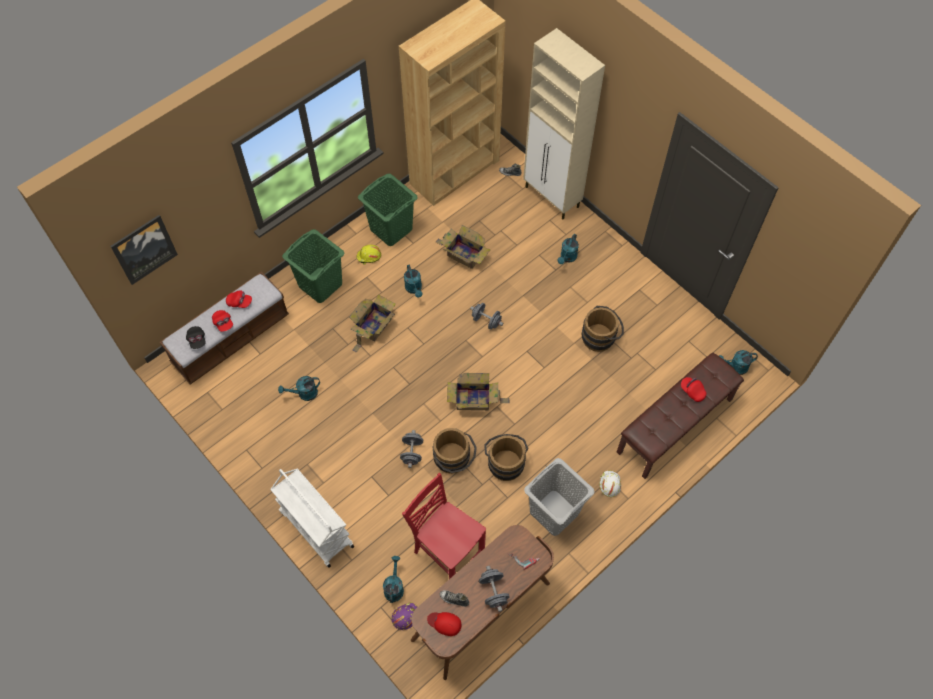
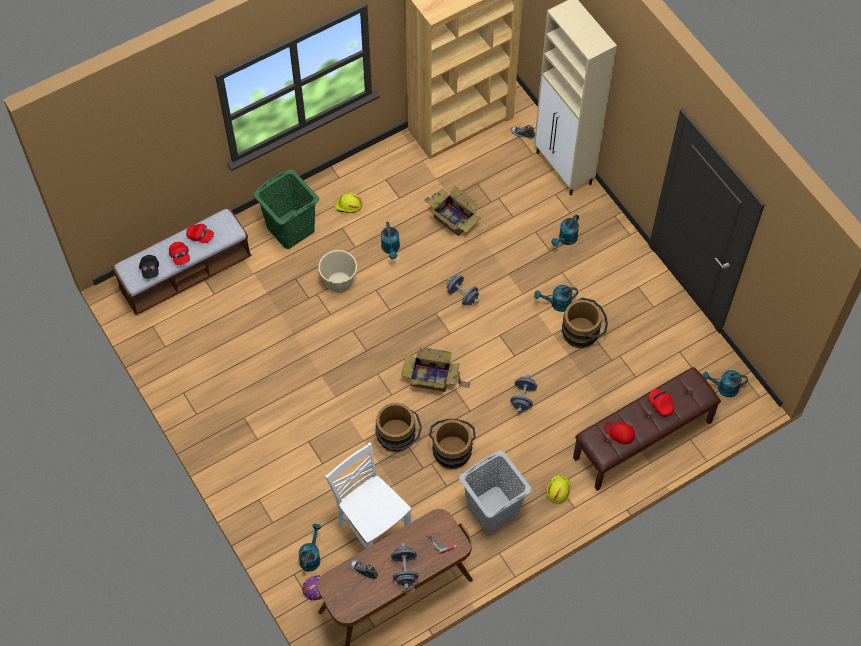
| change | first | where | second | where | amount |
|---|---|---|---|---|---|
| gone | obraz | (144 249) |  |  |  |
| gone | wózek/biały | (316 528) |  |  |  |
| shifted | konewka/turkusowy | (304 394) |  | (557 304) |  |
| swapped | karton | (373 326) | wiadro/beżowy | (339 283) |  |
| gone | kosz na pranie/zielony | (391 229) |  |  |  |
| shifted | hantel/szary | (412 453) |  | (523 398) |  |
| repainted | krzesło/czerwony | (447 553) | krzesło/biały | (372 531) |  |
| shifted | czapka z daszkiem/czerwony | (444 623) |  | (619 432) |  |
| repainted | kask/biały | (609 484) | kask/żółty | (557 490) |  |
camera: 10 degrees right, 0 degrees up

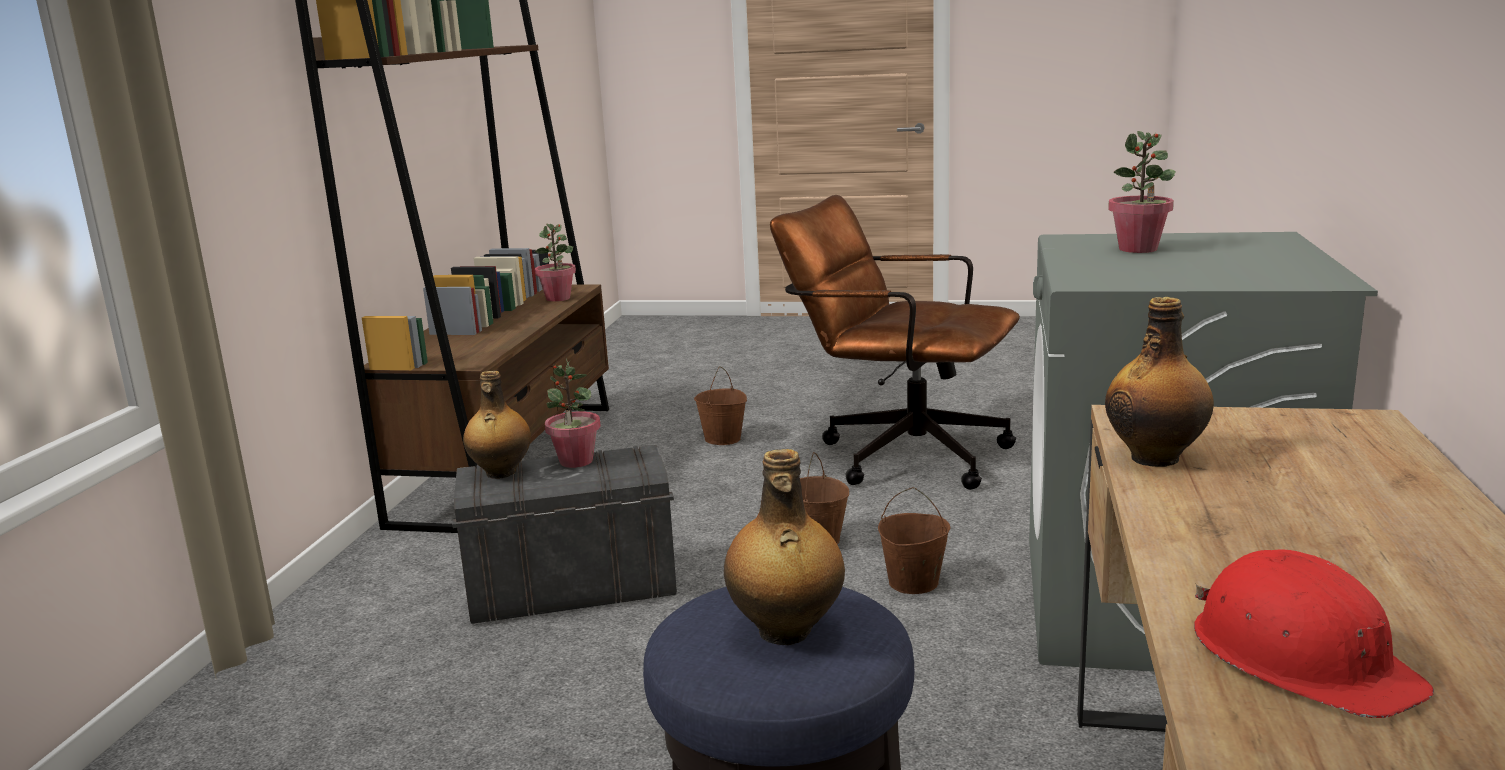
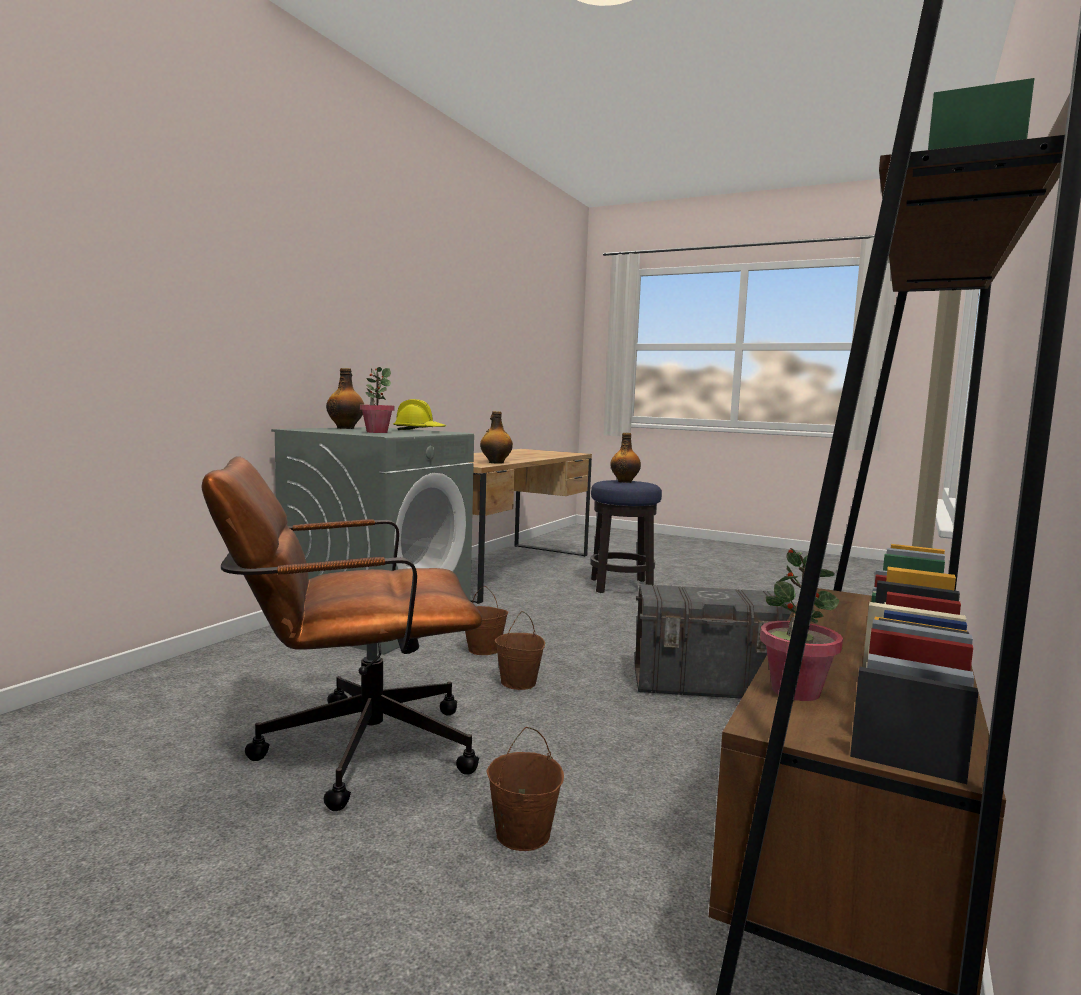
| change | first | where | second | where | amount |
|---|---|---|---|---|---|
| shifted | butelka | (500 473) |  | (346 428) |  |
| gone | roślina doniczkowa | (576 461) |  |  |  |
| rotated | krzesło biurowe/brązowy | (898 454) |  | (348 750) | 120 degrees clockwise |
| gone | kask/czerwony | (1301 657) |  |  |  |
| new |  |  | kask/żółty | (419 430) |  |
camera: 165 degrees left, 10 degrees down

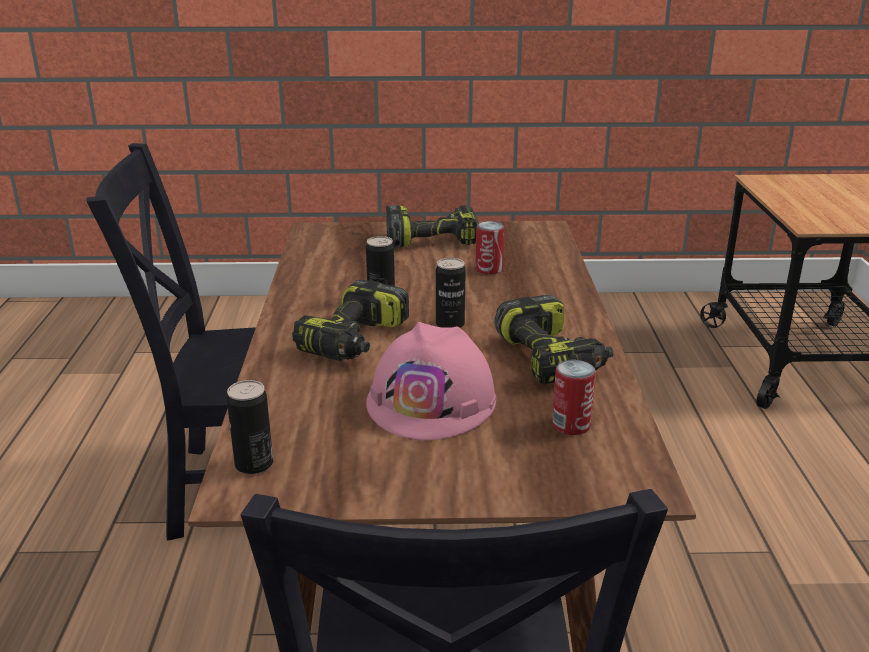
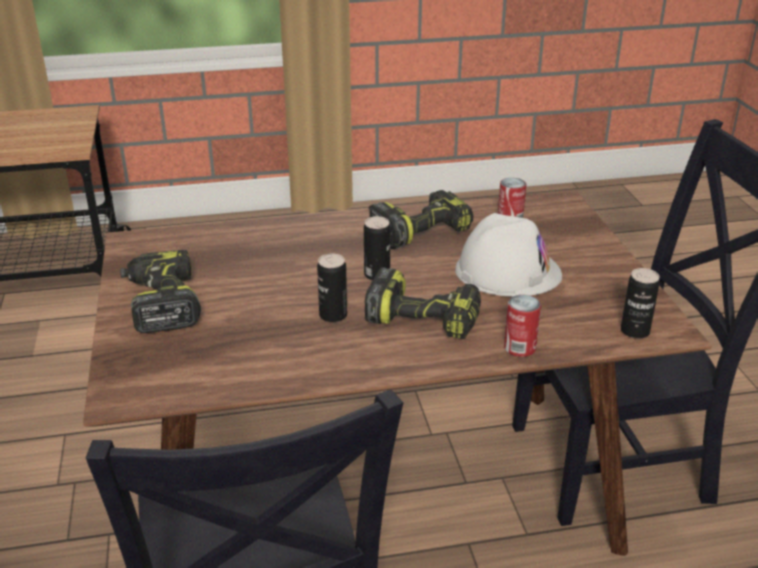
| change | first | where | second | where | amount |
|---|---|---|---|---|---|
| repainted | kask/różowy | (432 401) | kask/biały | (507 271) |  |
| shifted | puszka | (489 269) |  | (519 348) |  |
camera: 100 degrees left, 5 degrees up

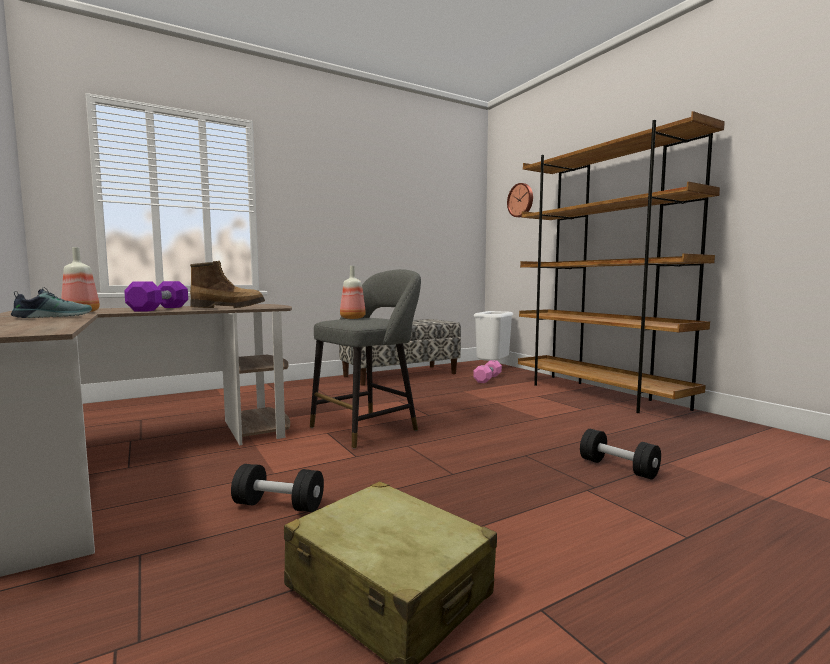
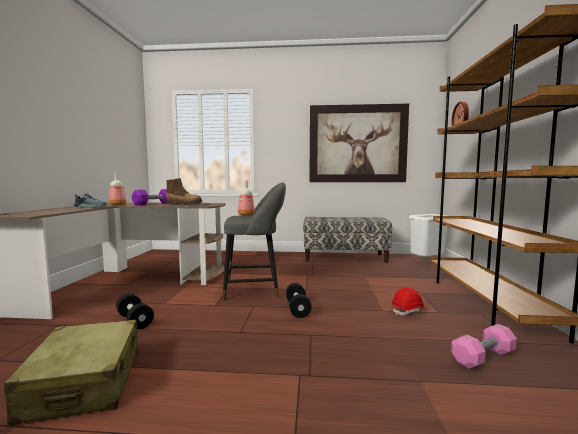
| change | first | where | second | where | amount |
|---|---|---|---|---|---|
| shifted | hantel/różowy | (487 379) |  | (483 357) |  |
| shifted | hantel/czarny | (618 468) |  | (297 309) |  |
| new |  |  | obraz | (357 144) |  |
| new |  |  | kask/czerwony | (408 311) |  |
camera: 35 degrees right, 0 degrees up

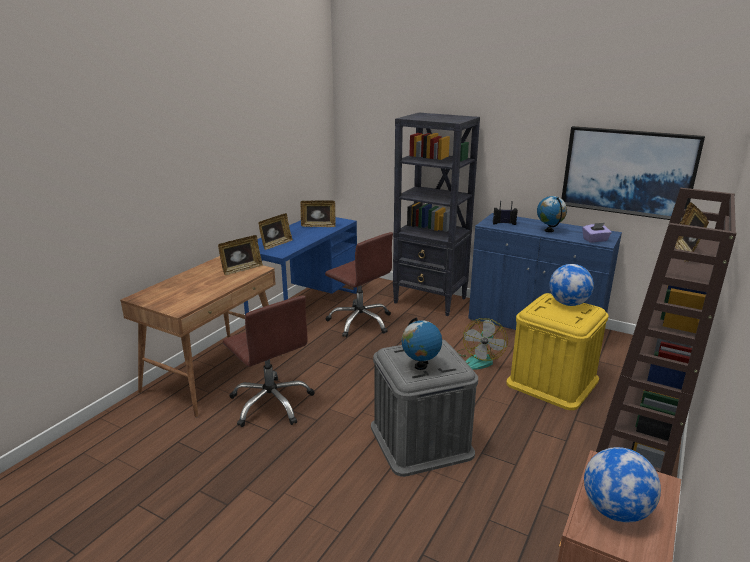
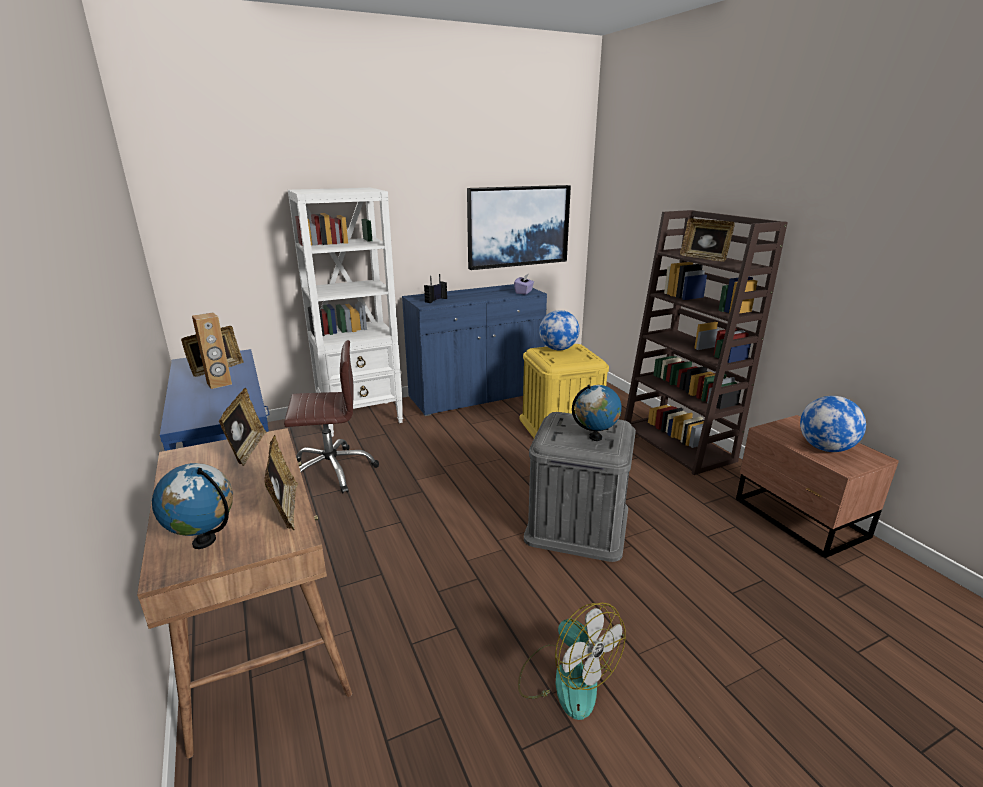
| change | first | where | second | where | amount |
|---|---|---|---|---|---|
| gone | krzesło biurowe/brązowy | (271 403) |  |  |  |
| shifted | ramka na zdjęcie | (276 244) |  | (286 509) |  |
| repainted | regał/czarny | (430 301) | regał/biały | (361 418) |  |
| shifted | wentylator | (479 359) |  | (566 679) |  |
| shifted | globus | (549 230) |  | (205 541) |  |
| new |  |  | głośnik/brązowy | (219 384) |  |
camera: 55 degrees left, 0 degrees up

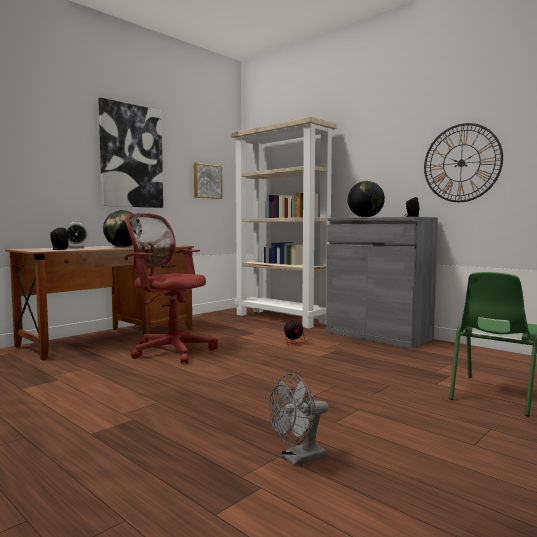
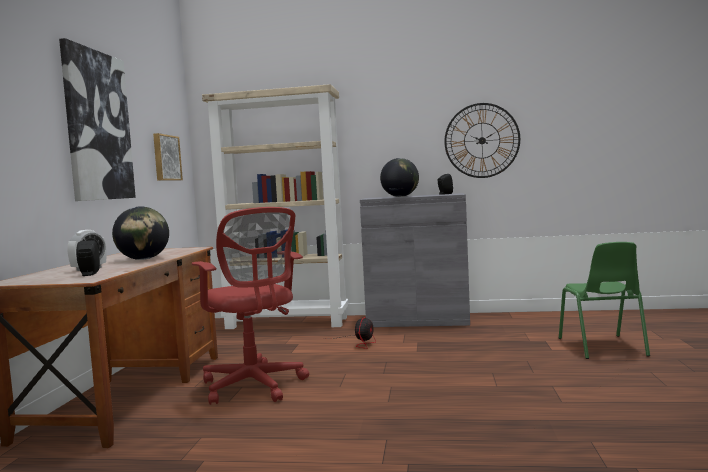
| change | first | where | second | where | amount |
|---|---|---|---|---|---|
| rotated | krzesło biurowe/czerwony | (170 350) |  | (254 387) | 120 degrees counterclockwise |
| gone | wentylator/szary | (298 459) |  |  |  |
camera: 35 degrees left, 0 degrees up

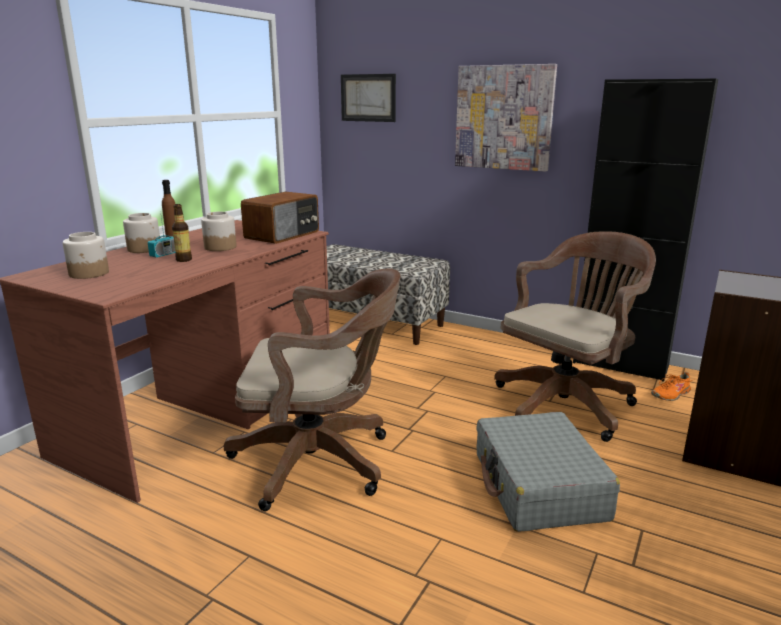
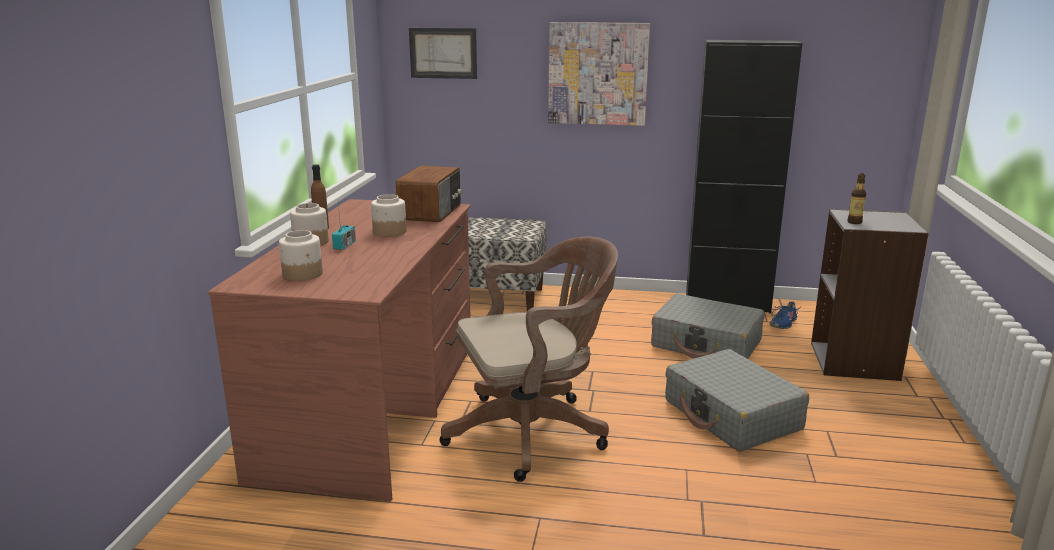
| change | first | where | second | where | amount |
|---|---|---|---|---|---|
| shifted | butelka | (184 260) |  | (854 222) |  |
| swapped | krzesło biurowe/brązowy | (567 403) | walizka/szary | (706 344) |  |
| repainted | but/pomarańczowy | (670 394) | but/niebieski | (782 323) |  |
camera: 20 degrees left, 0 degrees up

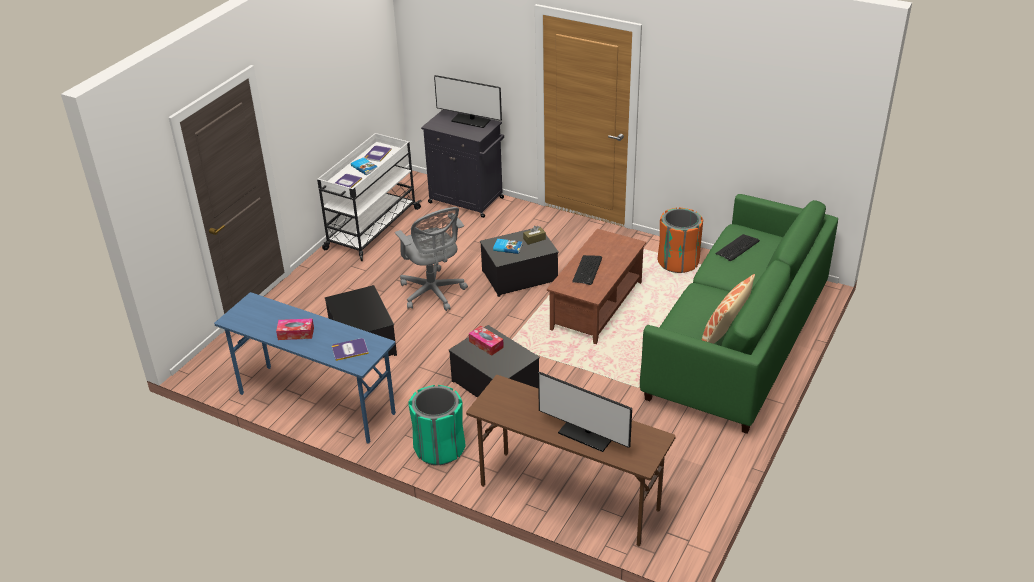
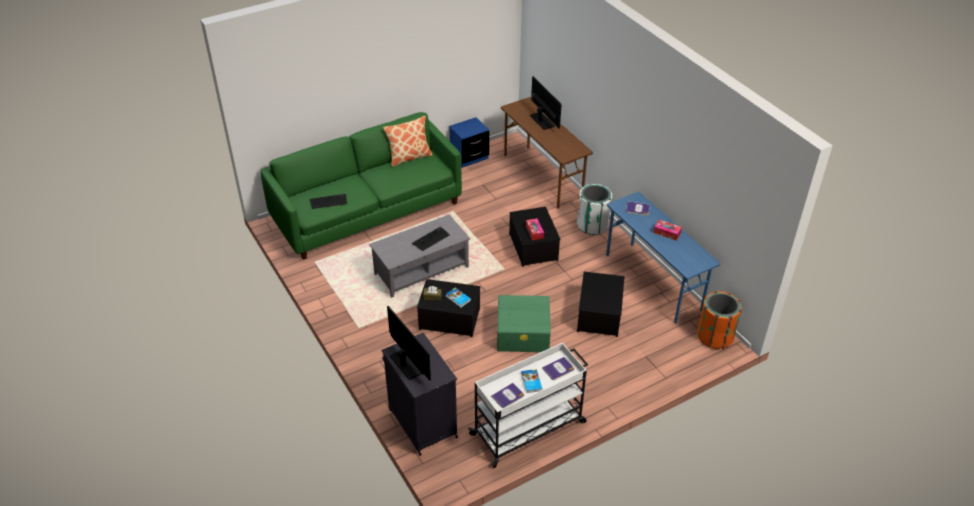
| change | first | where | second | where | amount |
|---|---|---|---|---|---|
| swapped | krzesło biurowe/szary | (433 293) | pojemnik do przechowywania/zielony | (523 332) |  |
| repainted | kosz na śmieci/zielony | (439 448) | kosz na śmieci/biały | (592 225) |  |
| repainted | ława/brązowy | (597 306) | ława/szary | (421 270) |  |
| shifted | kosz na śmieci/pomarańczowy | (678 262) |  | (714 336) |  |
| new |  |  | szafka nocna/niebieski | (469 157) |  |
camera: 150 degrees left, 5 degrees up

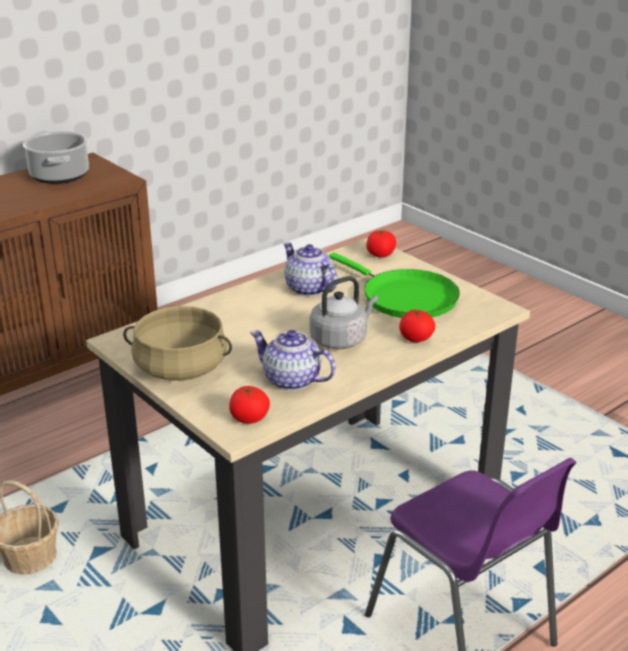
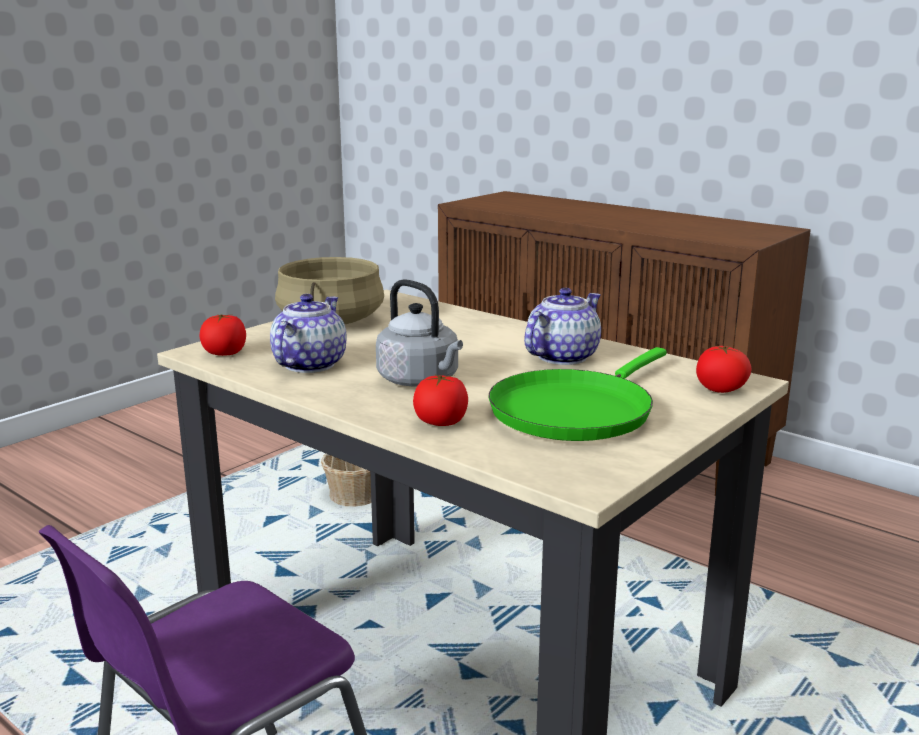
| change | first | where | second | where | amount |
|---|---|---|---|---|---|
| gone | garnek | (60 176) |  |  |  |
camera: 80 degrees right, 10 degrees down

